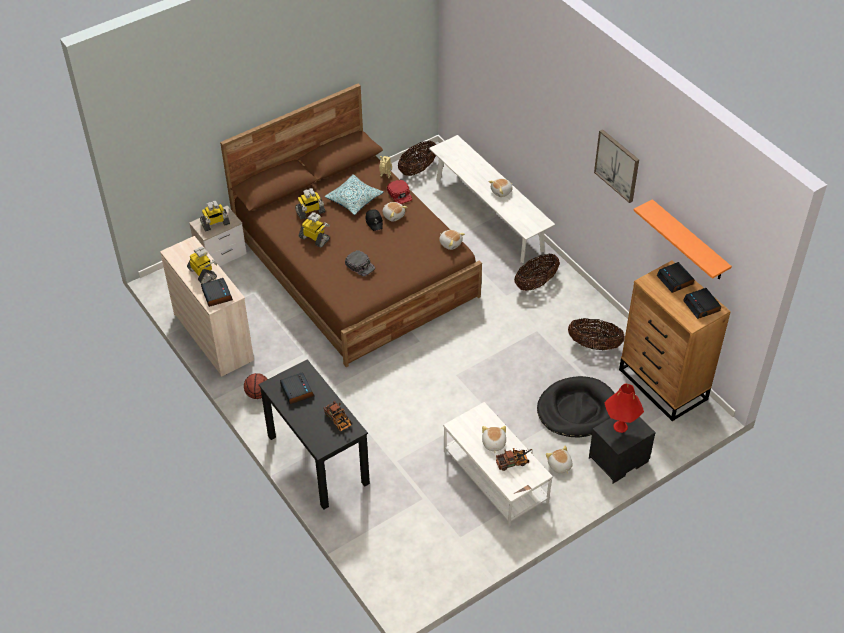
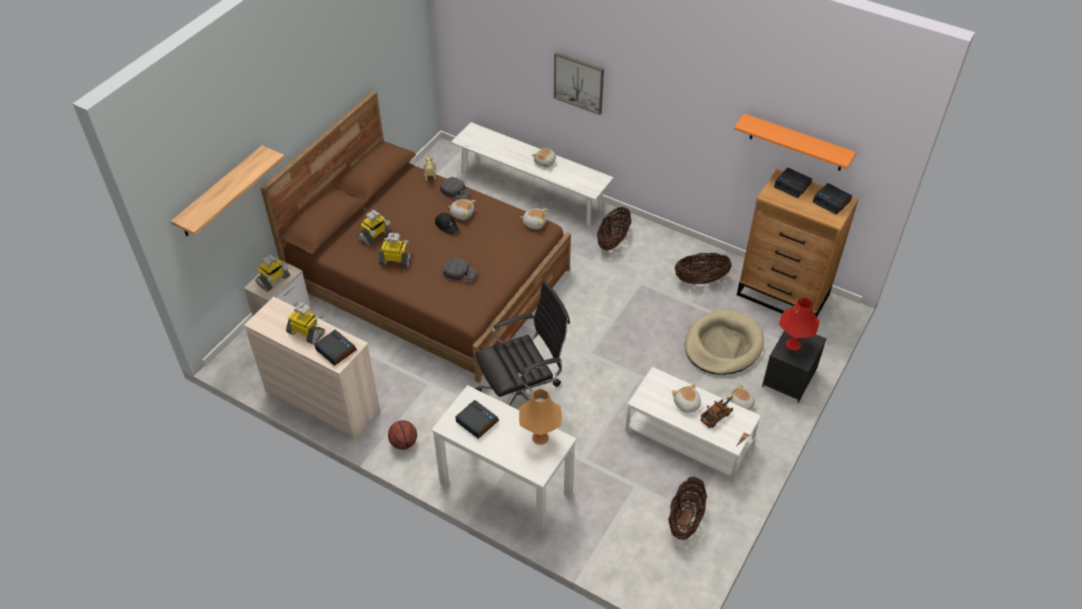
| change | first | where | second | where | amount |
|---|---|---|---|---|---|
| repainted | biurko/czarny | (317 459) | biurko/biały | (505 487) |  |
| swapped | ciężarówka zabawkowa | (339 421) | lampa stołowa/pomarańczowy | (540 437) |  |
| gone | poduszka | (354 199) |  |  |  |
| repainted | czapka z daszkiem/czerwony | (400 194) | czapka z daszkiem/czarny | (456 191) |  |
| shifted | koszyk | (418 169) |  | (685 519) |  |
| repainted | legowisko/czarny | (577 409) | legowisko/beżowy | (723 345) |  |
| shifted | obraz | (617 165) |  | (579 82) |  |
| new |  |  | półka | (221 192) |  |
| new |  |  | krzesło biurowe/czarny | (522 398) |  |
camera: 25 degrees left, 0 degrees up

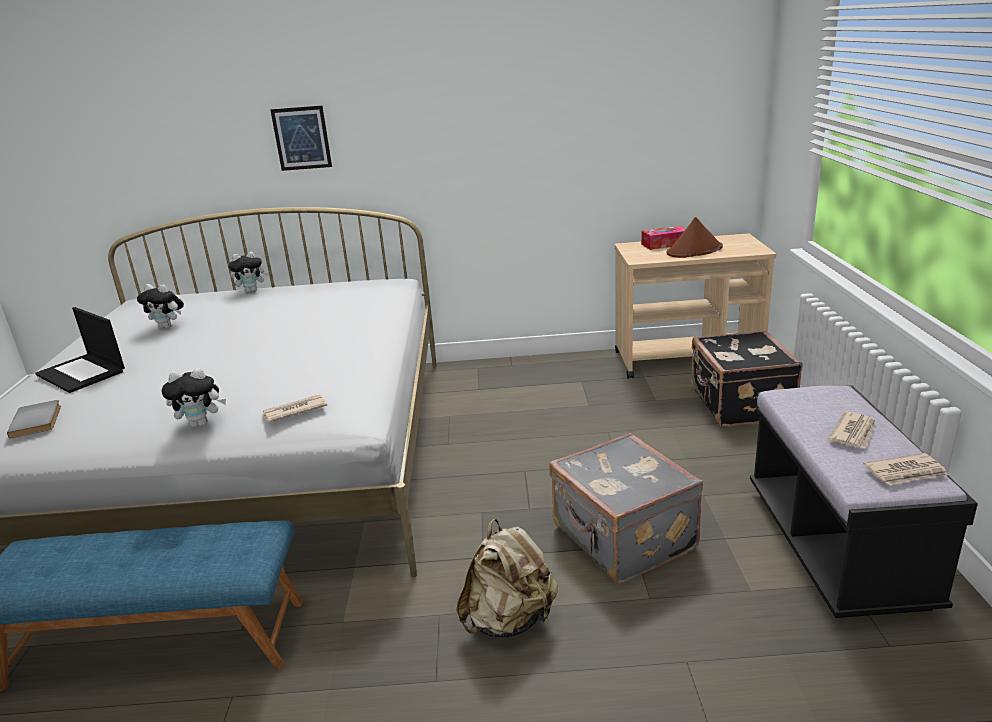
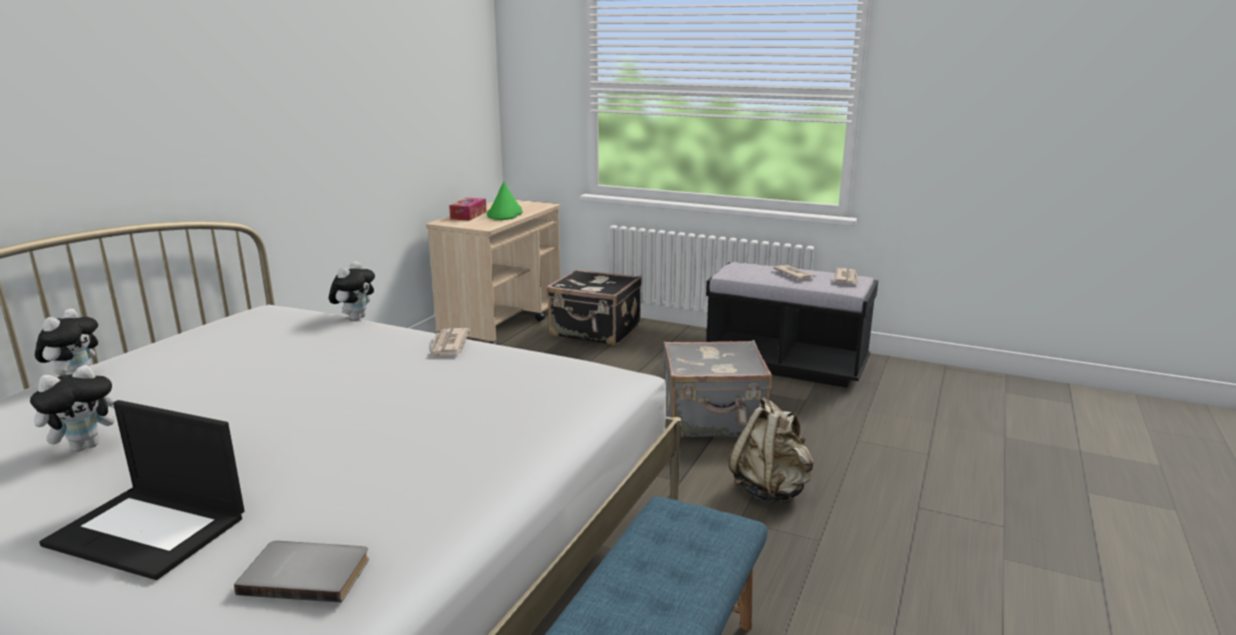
| change | first | where | second | where | amount |
|---|---|---|---|---|---|
| rotated | laptop | (82 373) |  | (150 530) | 45 degrees clockwise |
| shifted | pluszak | (201 423) |  | (355 318) |  |
| shifted | gazeta | (294 411) |  | (448 345) |  |
| gone | obraz | (301 138) |  |  |  |
| repainted | kapelusz/brązowy | (694 251) | kapelusz/zielony | (505 214) |  |
camera: 65 degrees left, 5 degrees down

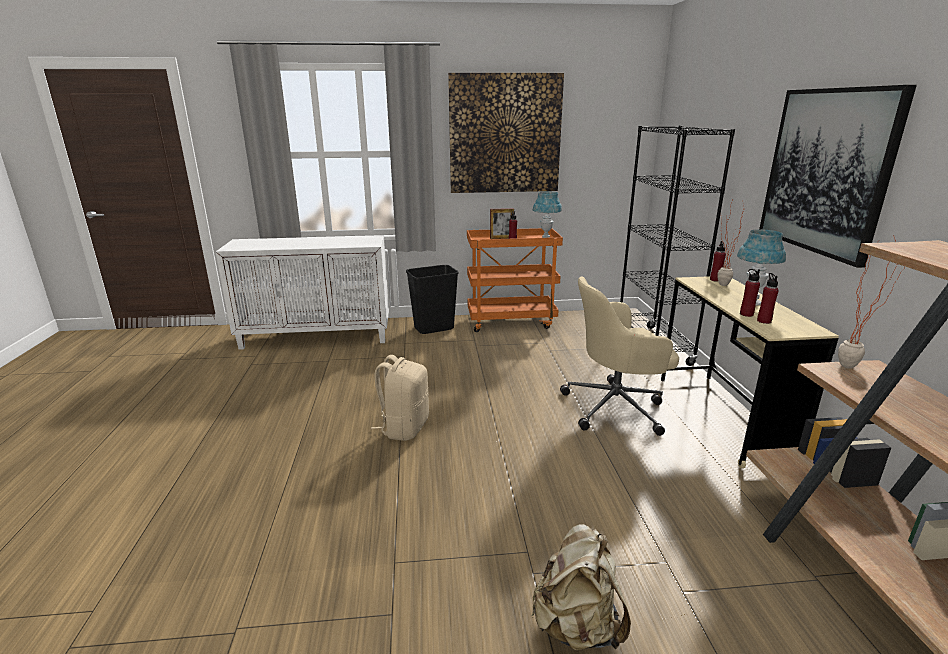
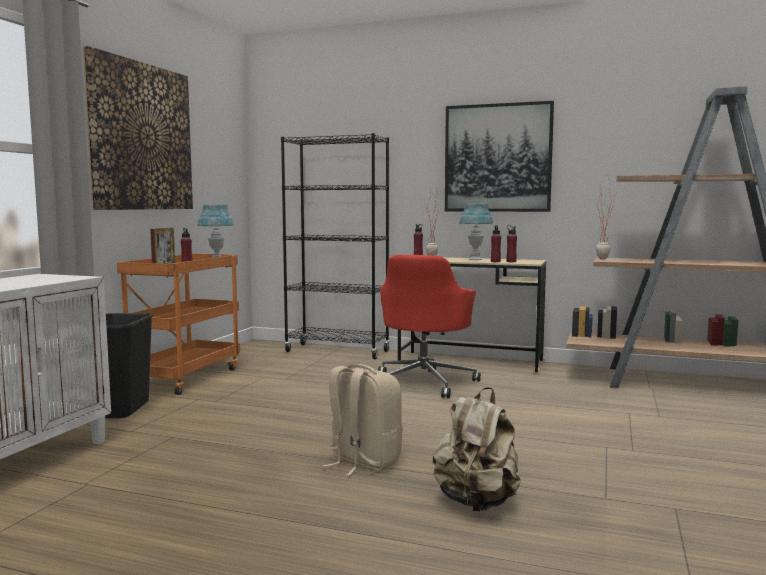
| change | first | where | second | where | amount |
|---|---|---|---|---|---|
| shifted | plecak/beżowy | (577 626) |  | (477 502) |  |
| repainted | krzesło biurowe/beżowy | (616 407) | krzesło biurowe/czerwony | (424 382) |  |
camera: 65 degrees left, 15 degrees down

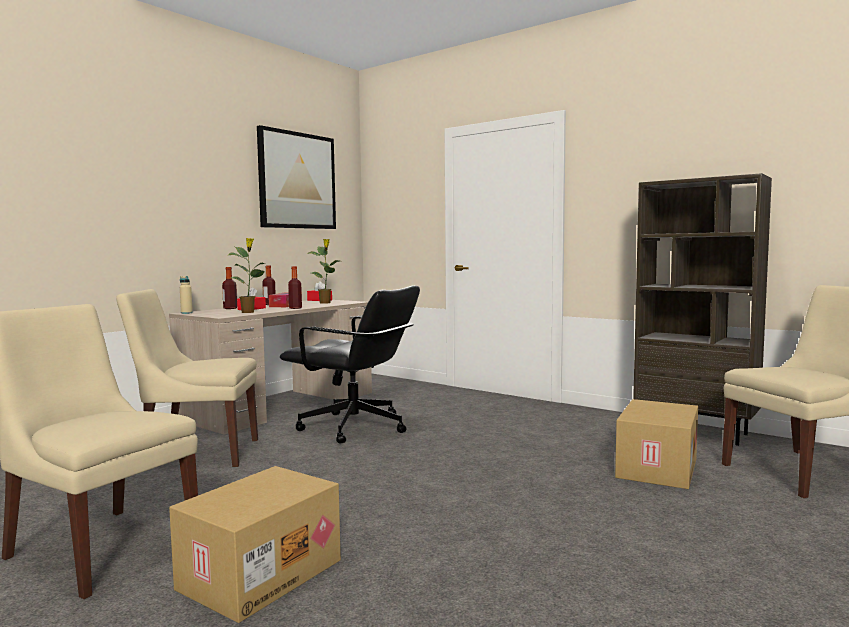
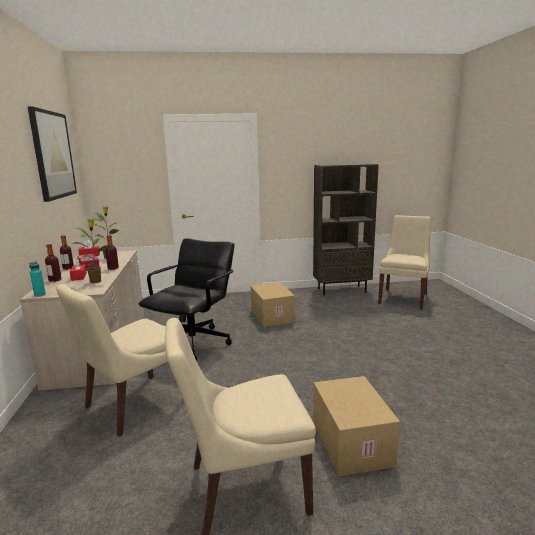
| change | first | where | second | where | amount |
|---|---|---|---|---|---|
| repainted | butelka/beżowy | (186 313) | butelka/turkusowy | (40 295) |  |
| rotated | krzesło biurowe/czarny | (355 428) |  | (194 343) | 45 degrees counterclockwise |
| shifted | karton | (655 467) |  | (271 316) |  |
camera: 45 degrees left, 10 degrees up

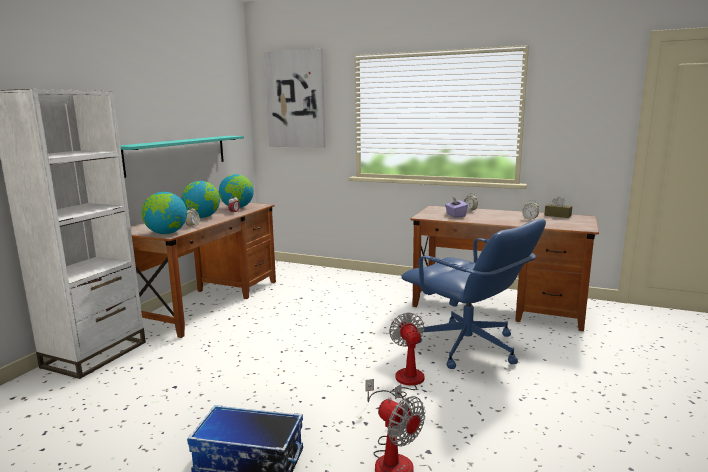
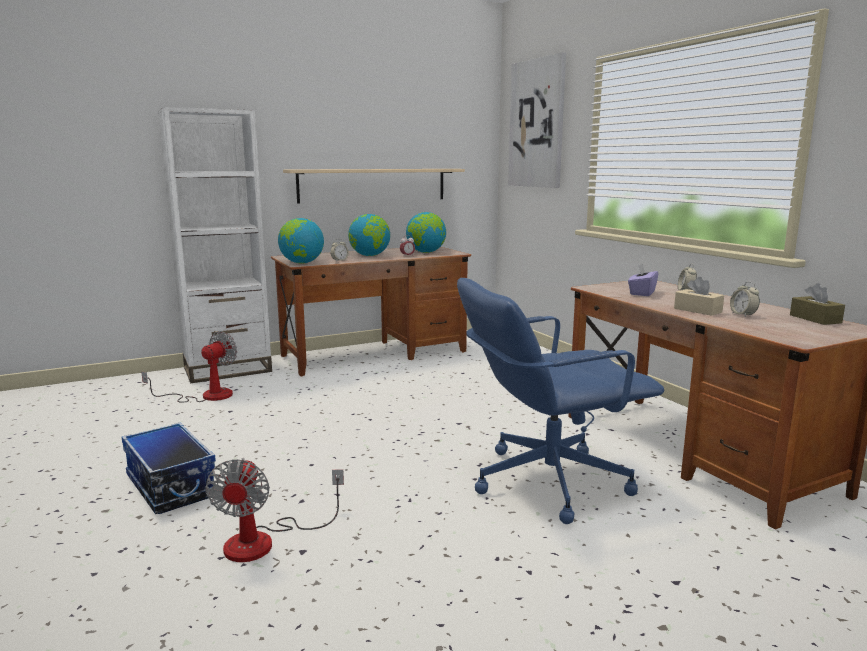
| change | first | where | second | where | amount |
|---|---|---|---|---|---|
| repainted | półka/turkusowy | (177 154) | półka/beżowy | (373 185) |  |
| shifted | wentylator | (403 382) |  | (206 396) |  |
| rotated | krzesło biurowe/niebieski | (467 347) |  | (548 481) | 75 degrees clockwise |
| new |  |  | pudełko chusteczek/beżowy | (697 310) |  |
camera: 40 degrees right, 0 degrees up

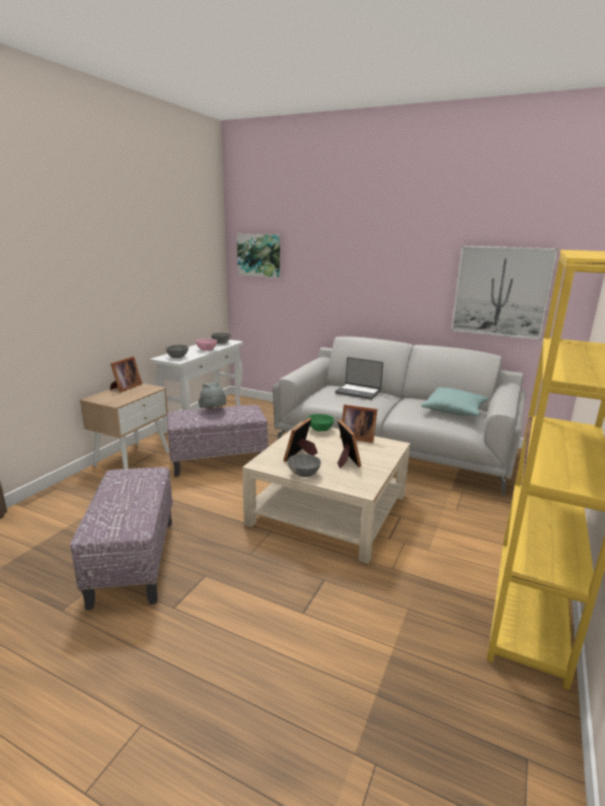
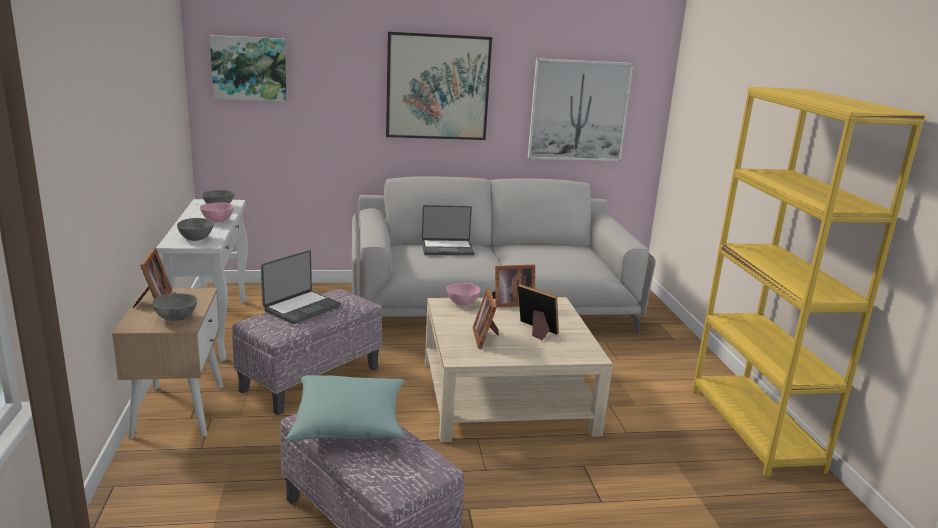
| change | first | where | second | where | amount |
|---|---|---|---|---|---|
| swapped | kapelusz/szary | (213 410) | laptop | (301 308) |  |
| shifted | miska/szary | (303 474) |  | (175 318) |  |
| repainted | miska/zielony | (319 429) | miska/różowy | (462 303) |  |
| shifted | poduszka/turkusowy | (454 411) |  | (349 423) |  |
| new |  |  | obraz | (437 87) |  |
camera: 35 degrees left, 0 degrees up

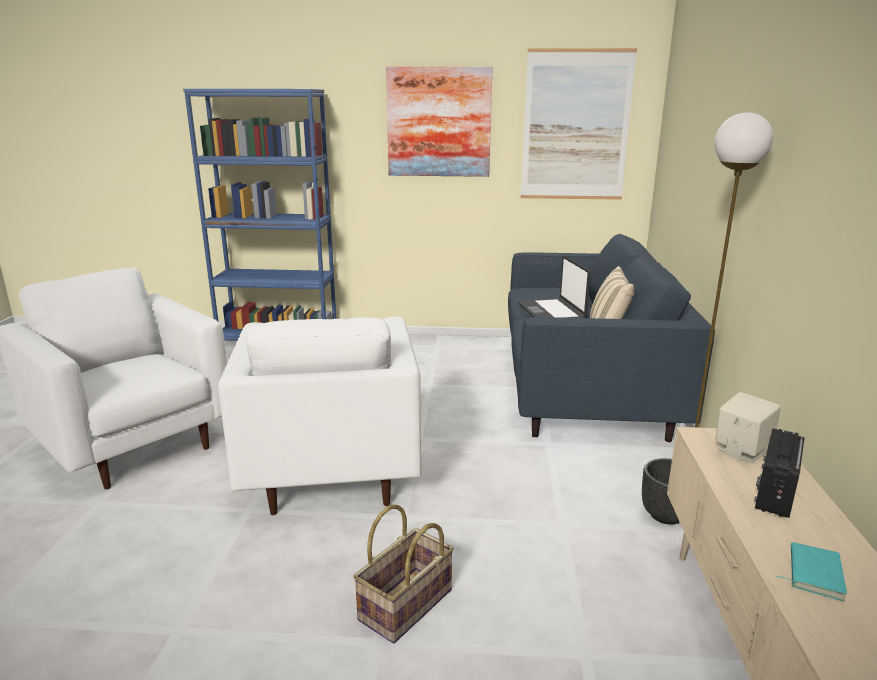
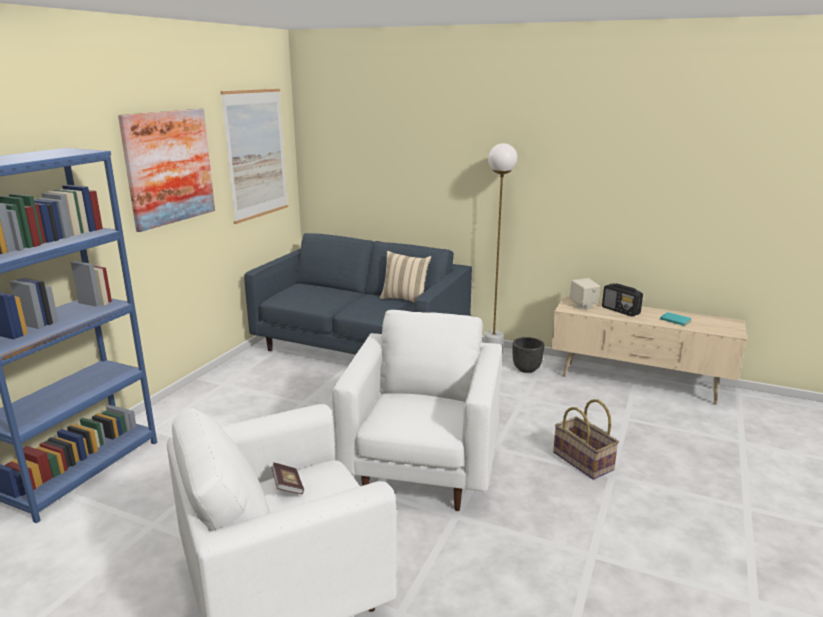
| change | first | where | second | where | amount |
|---|---|---|---|---|---|
| rotated | fotel/biały | (331 474) |  | (422 470) | 90 degrees counterclockwise |
| gone | laptop | (552 312) |  |  |  |
| new |  |  | książka | (288 486) |  |
camera: 70 degrees left, 0 degrees up

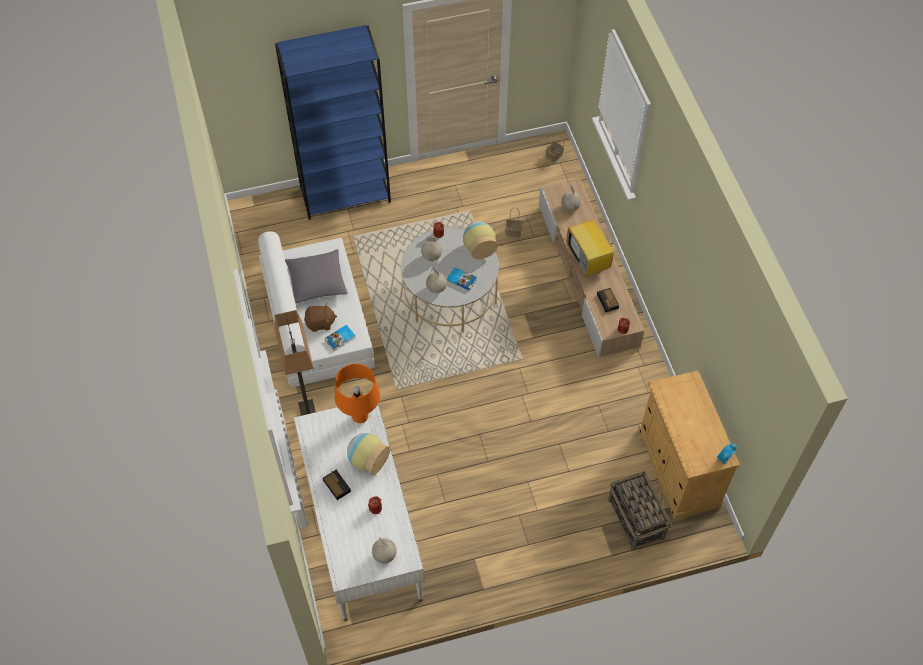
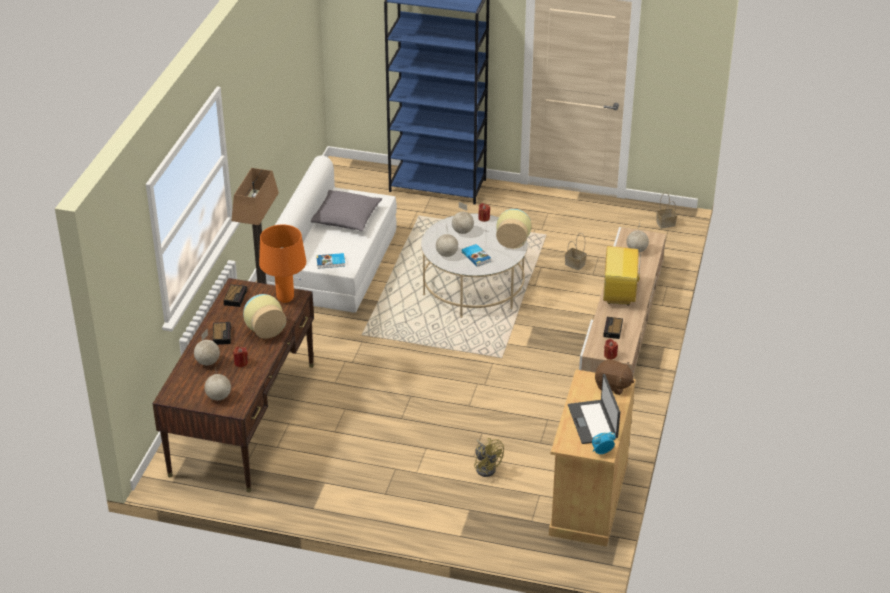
| change | first | where | second | where | amount |
|---|---|---|---|---|---|
| repainted | biurko/biały | (362 527) | biurko/brązowy | (243 419) |  |
| shifted | pluszak/brązowy | (320 323) |  | (612 386) |  |
| gone | koszyk | (635 518) |  |  |  |
| new |  |  | globus | (208 362) |  |
| new |  |  | budzik | (235 297) |  |
| new |  |  | wentylator/żółty | (486 467) |  |
| new |  |  | laptop | (593 422) |  |
camera: 30 degrees right, 20 degrees down

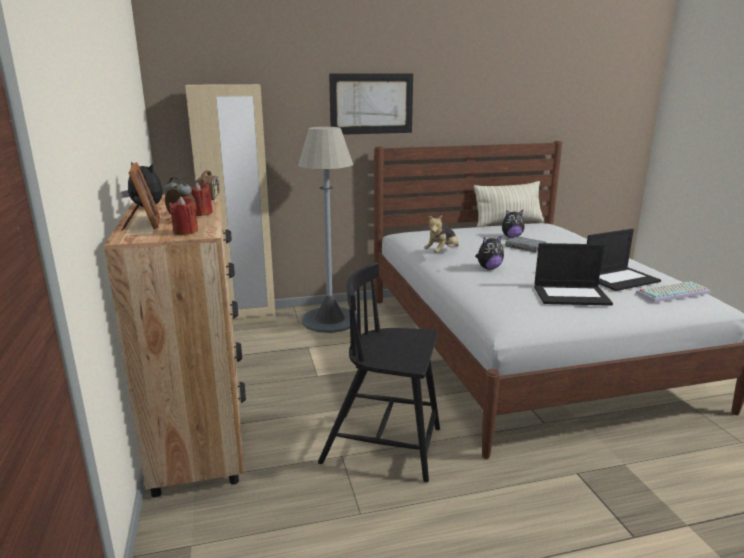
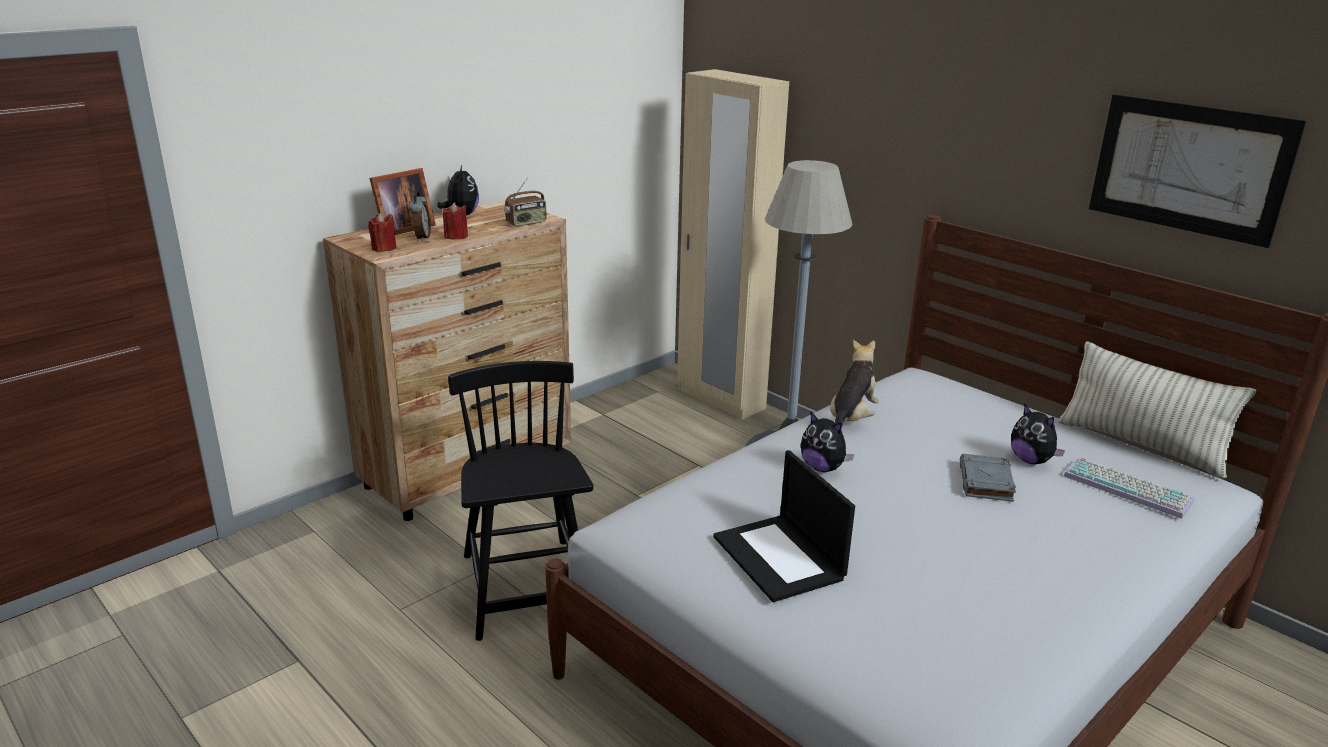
| change | first | where | second | where | amount |
|---|---|---|---|---|---|
| shifted | obraz | (371 104) |  | (1189 168) |  |
| rotated | pluszak | (442 252) |  | (851 419) | 105 degrees clockwise |
| gone | laptop | (620 279) |  |  |  |
| shifted | klawiatura | (672 292) |  | (1129 488) |  |
camera: 60 degrees right, 5 degrees up

